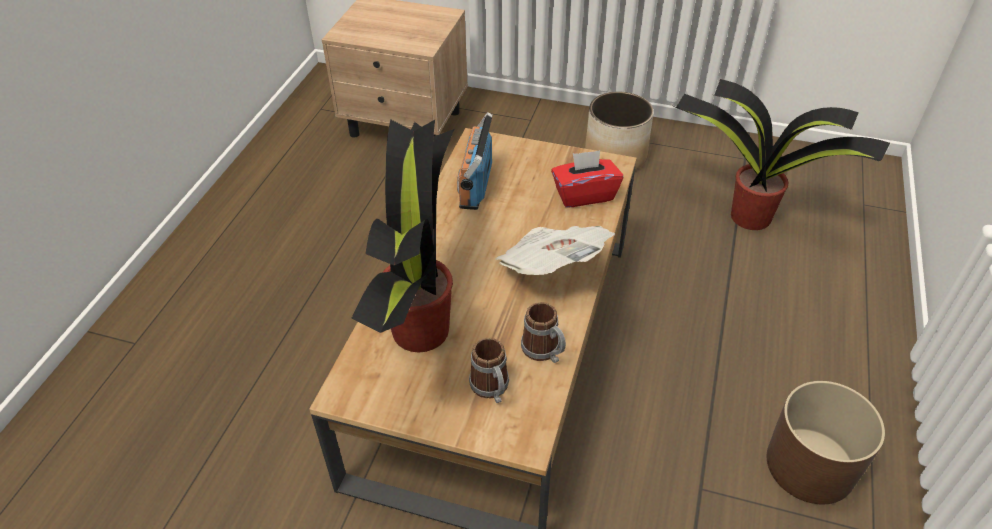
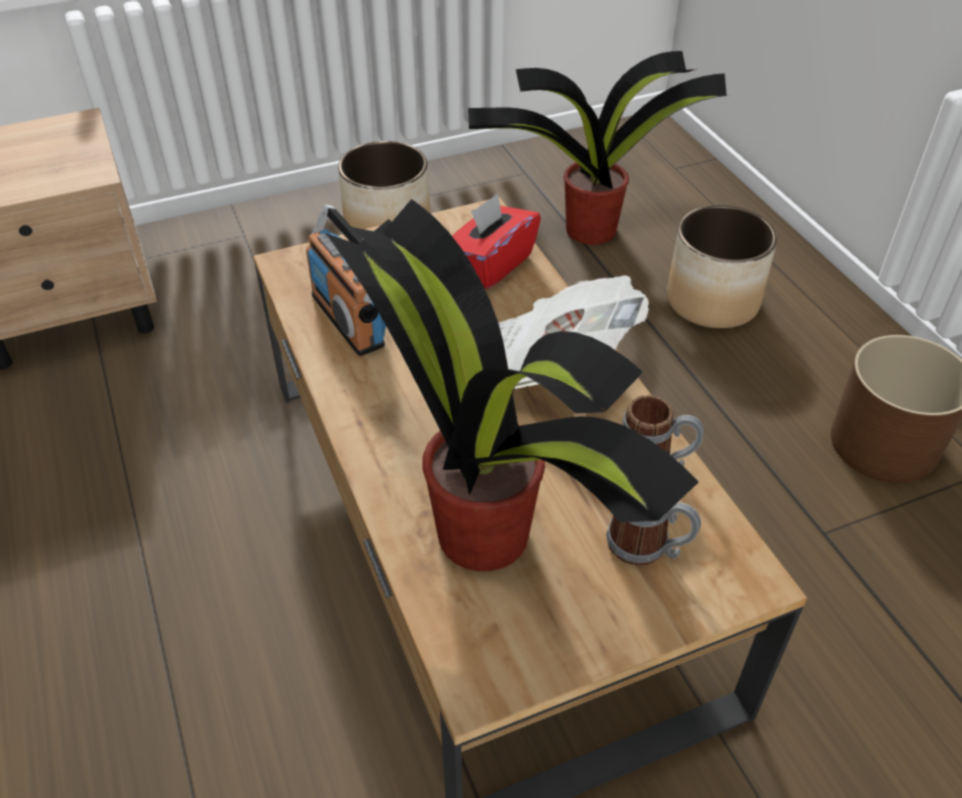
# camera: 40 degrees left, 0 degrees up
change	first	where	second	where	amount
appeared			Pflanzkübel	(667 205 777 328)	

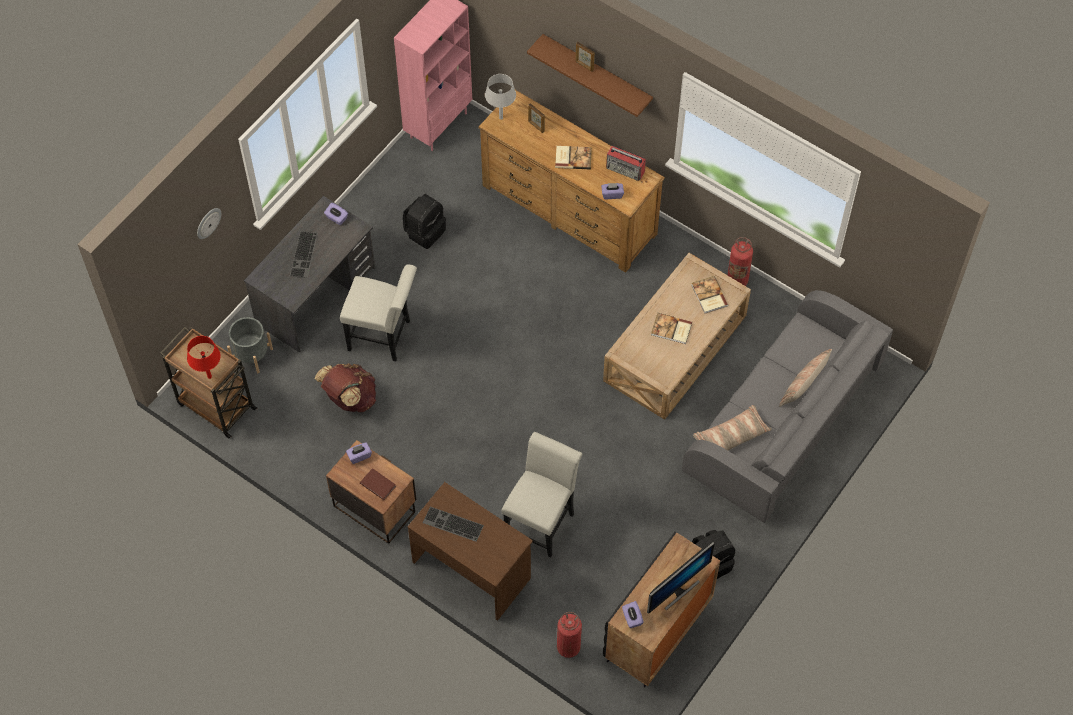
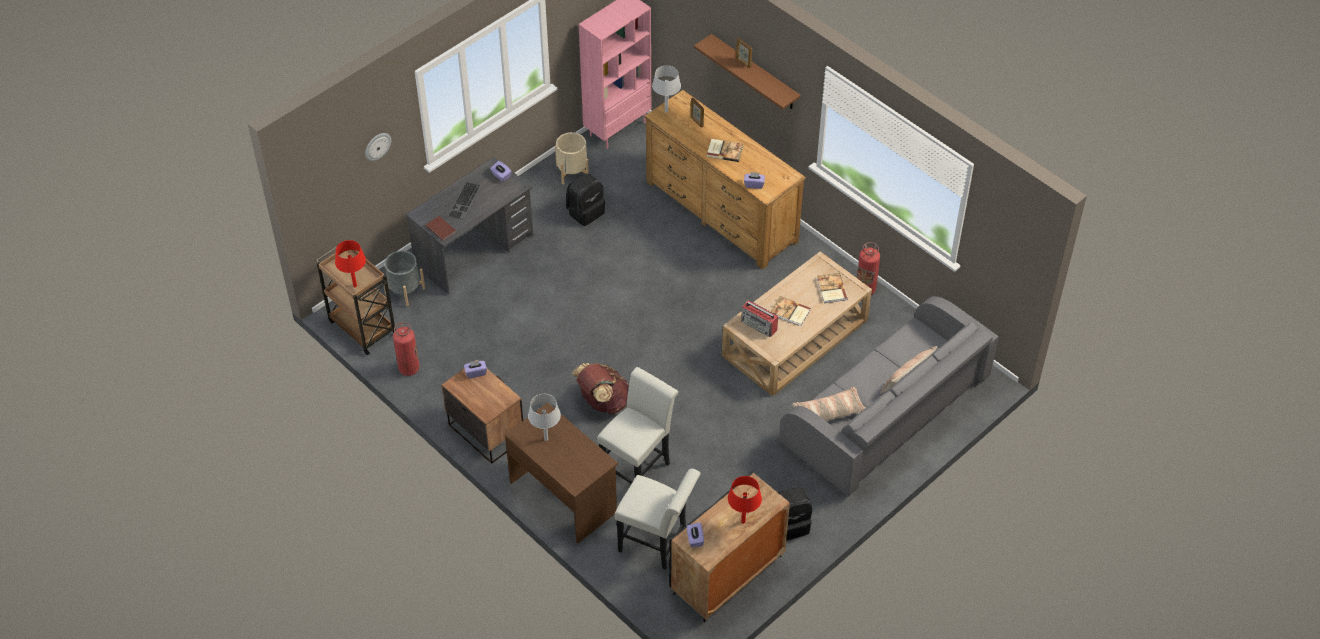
# camera: 10 degrees right, 10 degrees down
change	first	where	second	where	amount
relocated	Feuerlöscher	(557 612 582 658)		(393 322 419 376)	
relocated	Buch [braun]	(360 468 396 500)		(426 216 456 241)	
exchanged	Tastatur	(423 507 484 542)	Tischlampe [grau]	(528 394 561 441)	
appeared			Pflanzkübel [beige]	(555 132 589 184)	
relocated	Rucksack [braun]	(315 363 376 412)		(572 363 629 414)	
relocated	Stuhl [weiß]	(340 264 417 362)		(615 469 701 570)	
exchanged	Monitor	(647 542 715 614)	Tischlampe [rot]	(728 476 762 524)	
relocated	Radio	(606 146 646 181)		(741 300 778 337)	

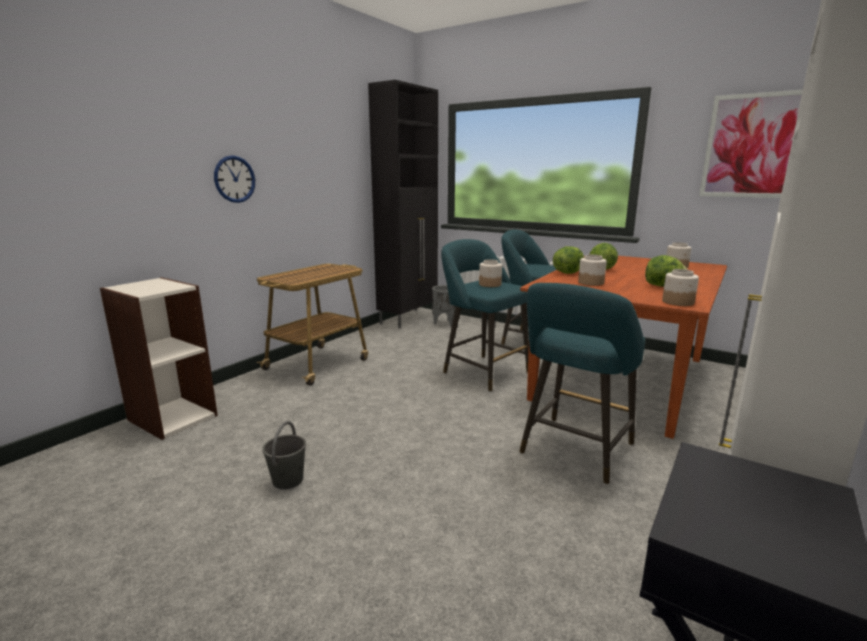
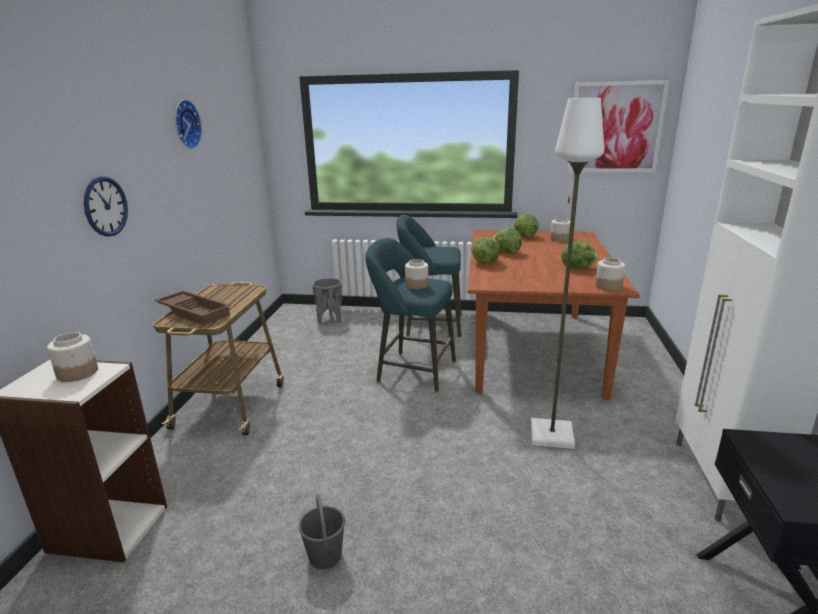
# camera: 25 degrees left, 5 degrees up
change	first	where	second	where	amount
relocated	Vorratsglas	(578 255 607 286)		(47 332 98 382)	
appeared			Tablett [braun]	(155 290 231 325)	
appeared			Wanduhr	(175 99 202 150)	
appeared			Salatkopf	(514 214 539 237)	
exchanged	Hocker [türkis]	(519 283 645 484)	Stehlampe [weiß]	(531 98 604 449)	
missing	Schrank [schwarz]	(368 80 438 329)			

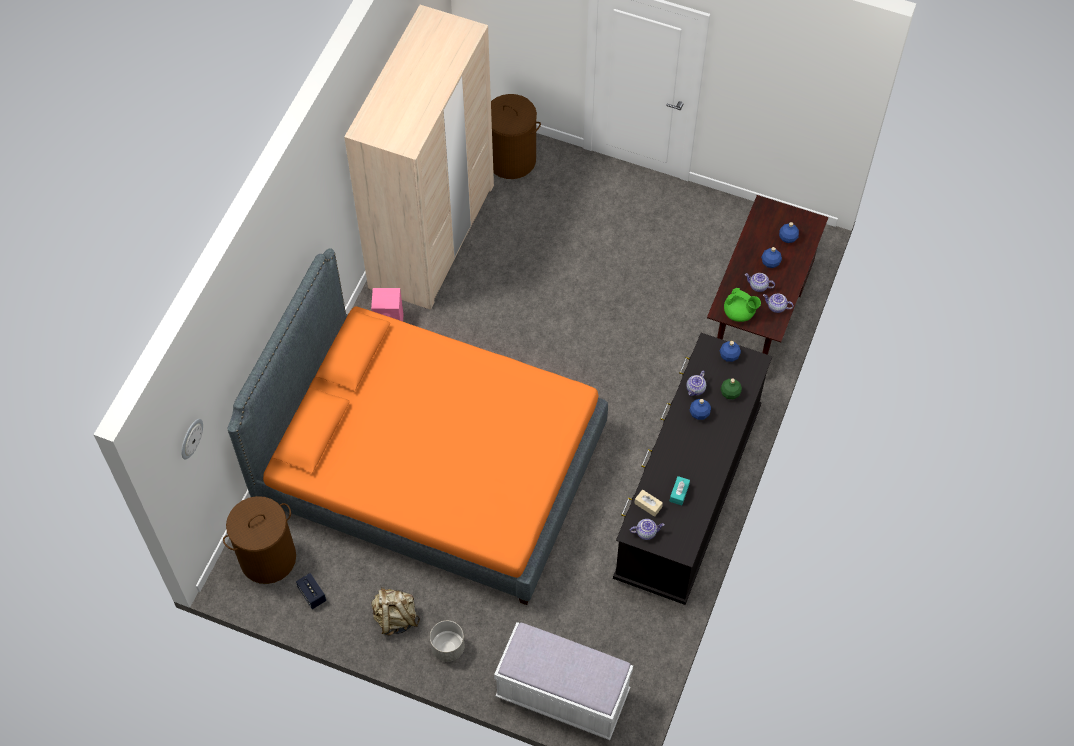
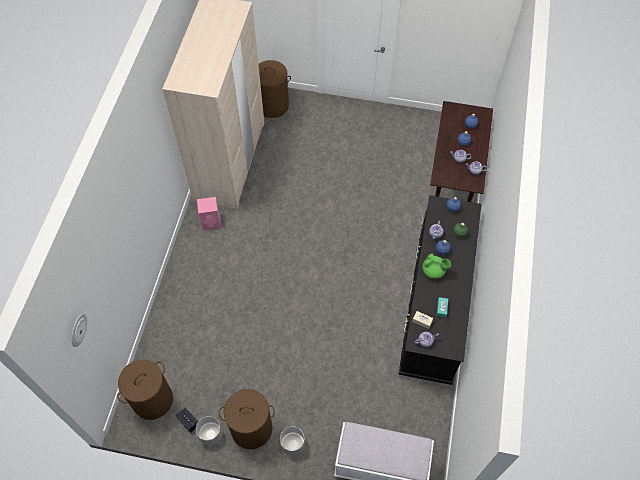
# camera: 10 degrees left, 0 degrees up
change	first	where	second	where	amount
appeared			Pflanzkübel [grau]	(196 416 222 445)	
exchanged	Rucksack [beige]	(372 587 420 636)	Wäschekorb [braun]	(219 389 275 449)	
relocated	Teekanne [grün]	(724 288 761 322)		(422 254 451 279)	
missing	Bett [orange]	(227 248 608 605)			

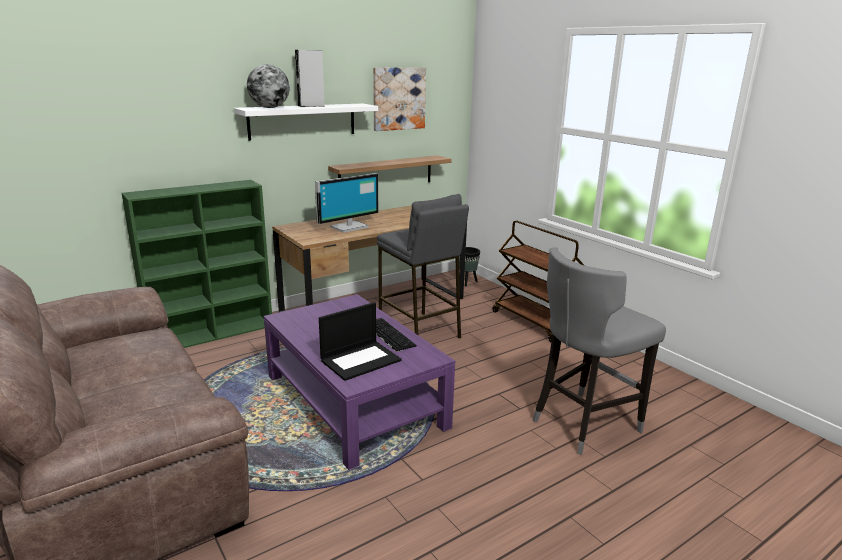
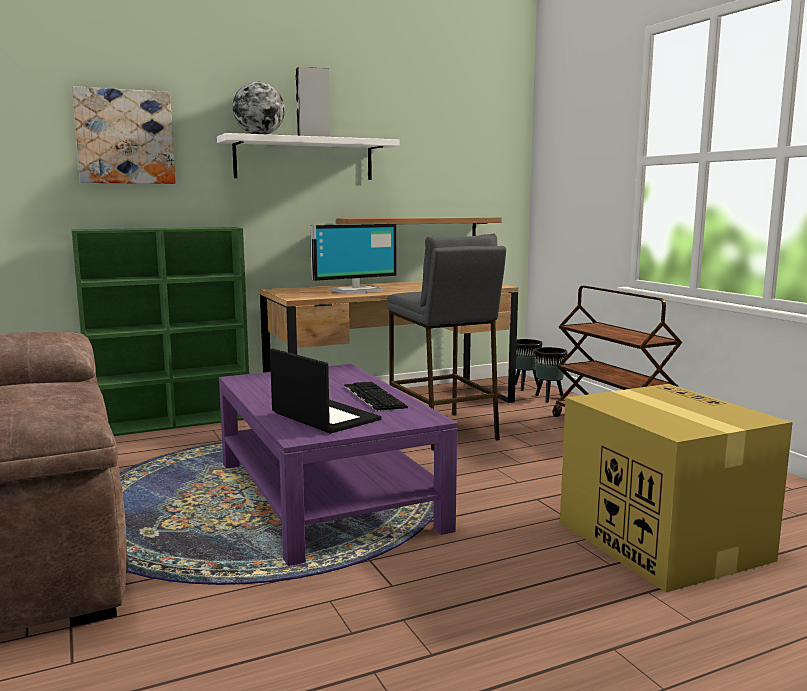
# camera: 10 degrees right, 10 degrees down
change	first	where	second	where	amount
relocated	Bild	(373 67 426 131)		(72 86 175 184)	
spun	Laptop	(319 302 401 381)		(270 349 381 434)	105 degrees counterclockwise
appeared			Pflanzkübel [schwarz]	(534 347 568 403)	
exchanged	Hocker [grau]	(532 247 666 455)	Karton	(560 384 793 592)	

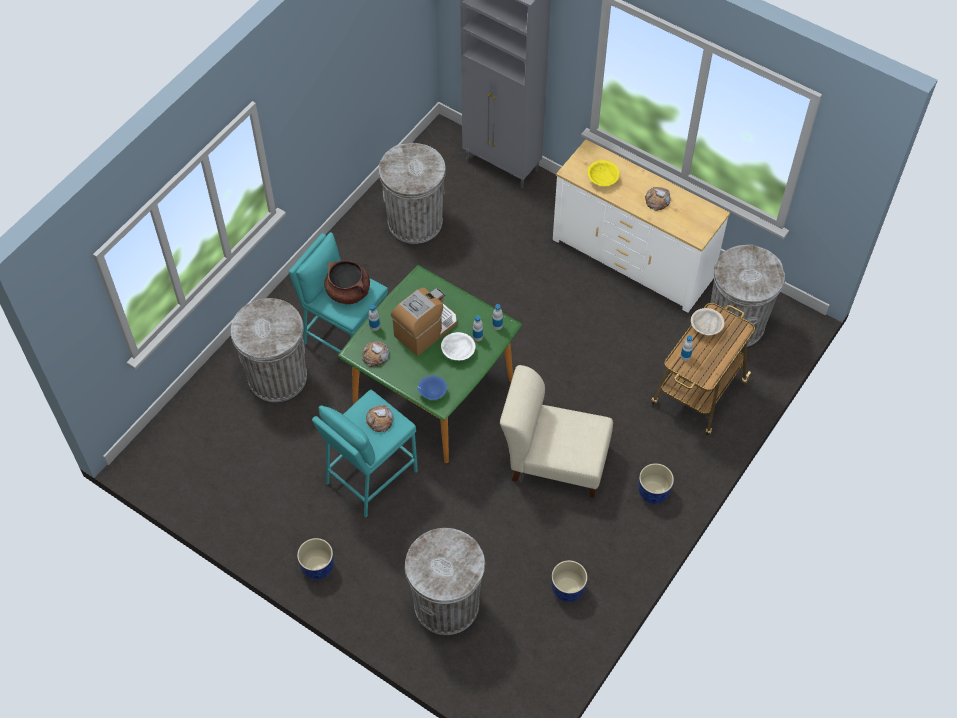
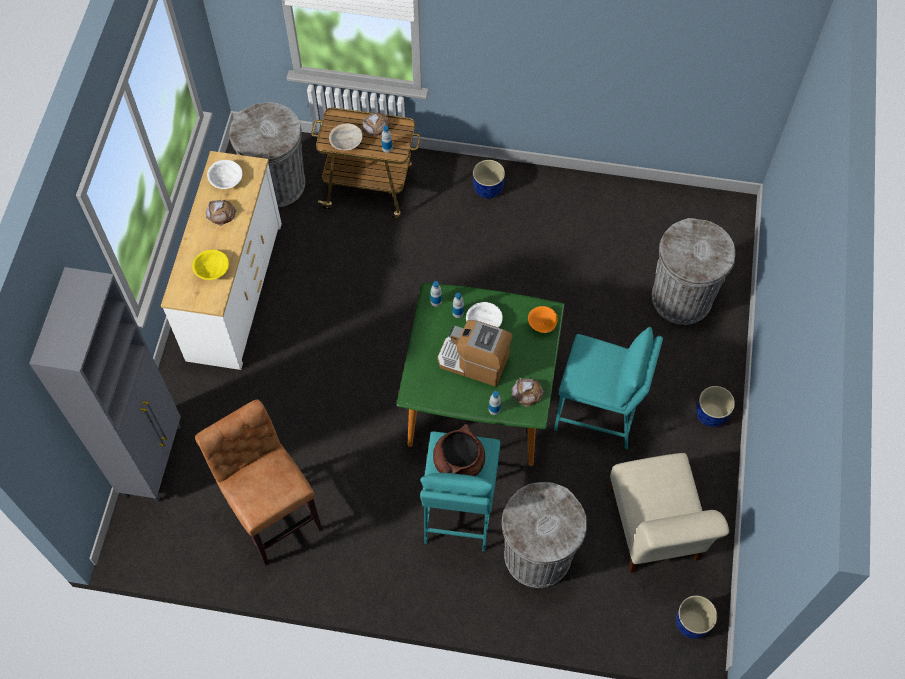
# camera: 115 degrees left, 5 degrees up
change	first	where	second	where	amount
exchanged	Mülleimer [grau]	(378 143 446 244)	Hocker [braun]	(195 399 323 566)	
appeared			Schüssel [weiß]	(207 160 243 189)	
relocated	Brot	(366 405 394 432)		(363 112 390 136)	
colour	Schüssel [blau]	(418 375 447 400)	Schüssel [orange]	(528 306 558 333)	
relocated	Stuhl [beige]	(500 365 613 498)		(610 453 729 573)	
relocated	Pflanzkübel [blau]	(551 560 588 602)		(676 595 717 639)	

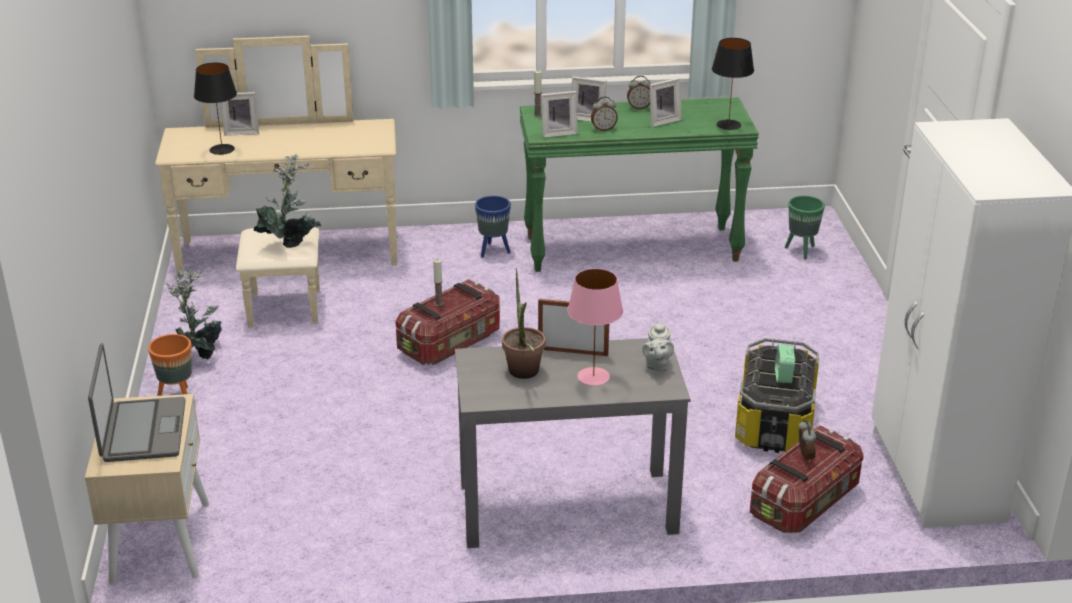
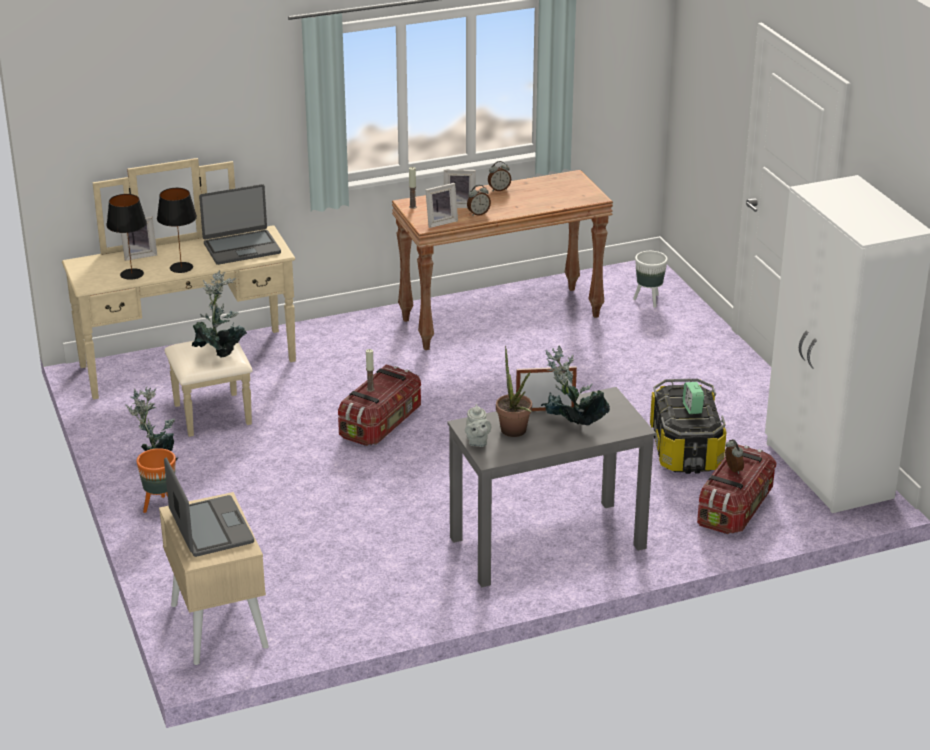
# camera: 15 degrees left, 0 degrees up
change	first	where	second	where	amount
relocated	Tischlampe [schwarz]	(712 38 754 130)		(157 188 197 273)	
appeared			Laptop	(199 184 281 265)	
colour	Konsolentisch [grün]	(520 97 759 272)	Konsolentisch [braun]	(392 170 613 350)	
relocated	Teekanne [grau]	(642 321 674 372)		(465 404 491 447)	
exchanged	Tischlampe [rosa]	(567 268 623 386)	Topfpflanze	(541 346 610 425)	
colour	Pflanzkübel [grün]	(785 196 825 260)	Pflanzkübel [weiß]	(633 251 668 308)	
missing	Pflanzkübel [blau]	(475 196 511 257)			
missing	Bilderrahmen	(649 78 682 127)			

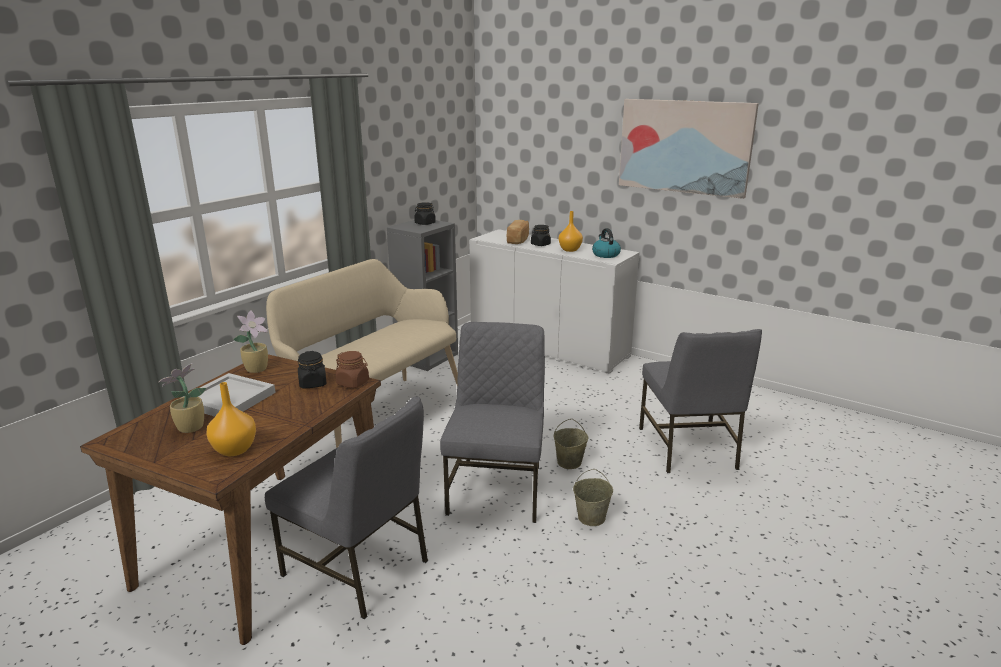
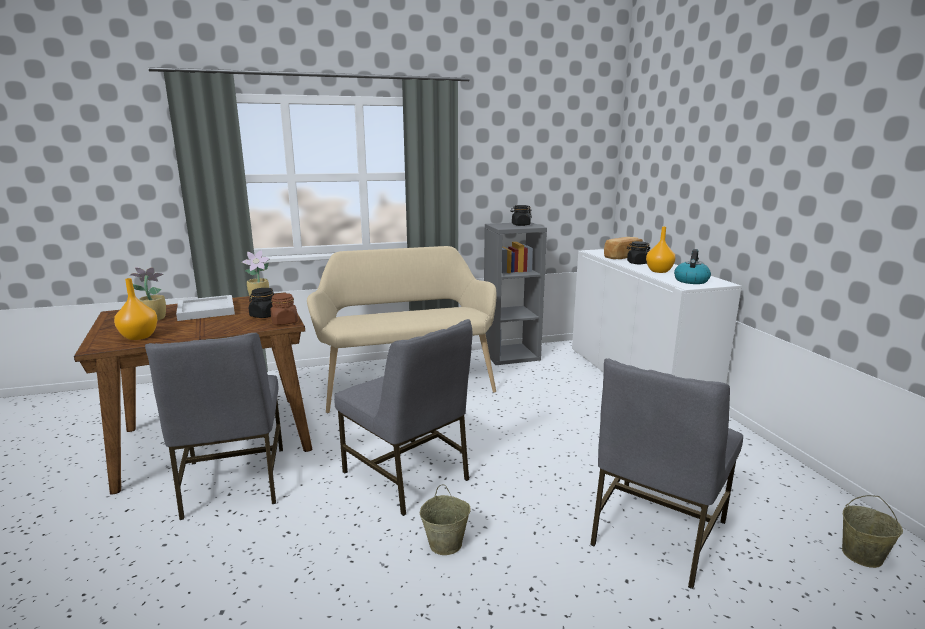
# camera: 40 degrees right, 5 degrees down
change	first	where	second	where	amount
spun	Stuhl [grau]	(440 322 545 523)		(334 319 472 516)	90 degrees clockwise
relocated	Eimer [beige]	(554 419 588 469)		(842 495 903 568)	
missing	Bild	(619 99 759 199)			

